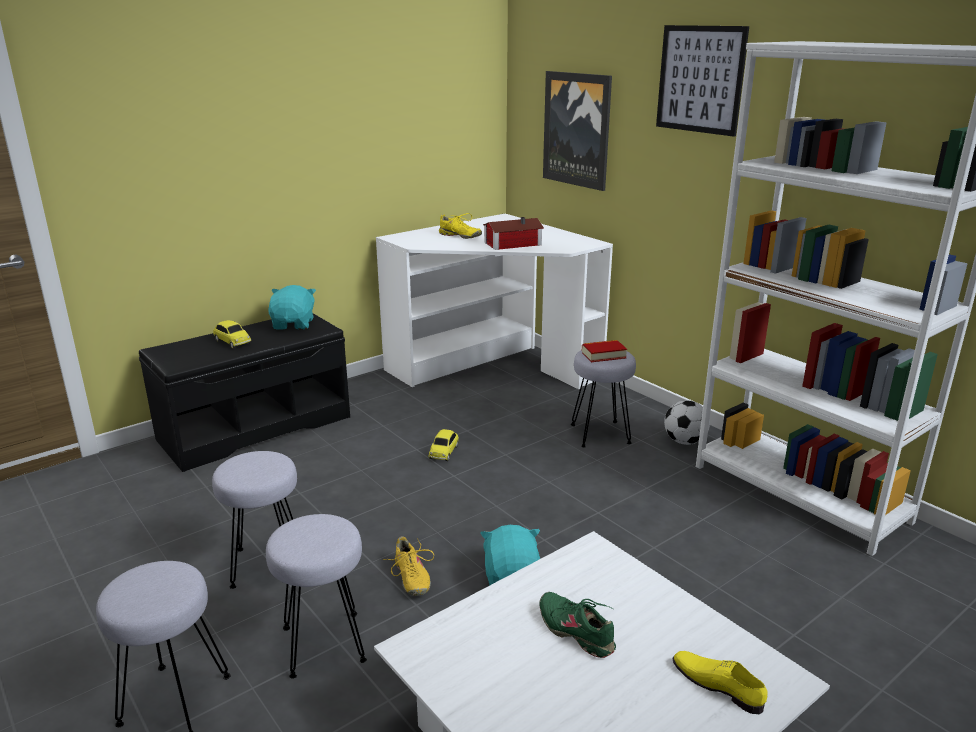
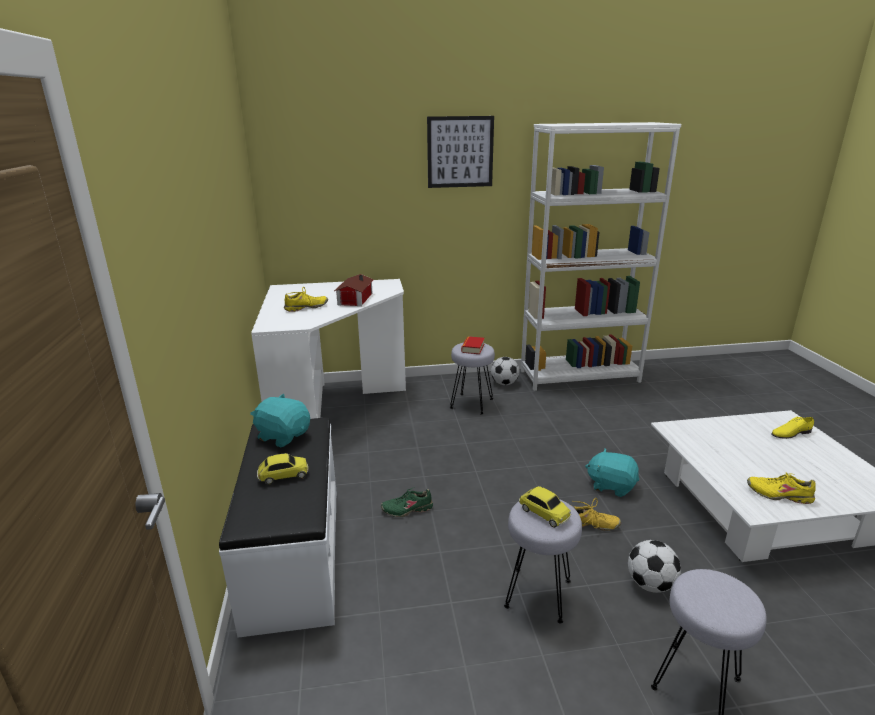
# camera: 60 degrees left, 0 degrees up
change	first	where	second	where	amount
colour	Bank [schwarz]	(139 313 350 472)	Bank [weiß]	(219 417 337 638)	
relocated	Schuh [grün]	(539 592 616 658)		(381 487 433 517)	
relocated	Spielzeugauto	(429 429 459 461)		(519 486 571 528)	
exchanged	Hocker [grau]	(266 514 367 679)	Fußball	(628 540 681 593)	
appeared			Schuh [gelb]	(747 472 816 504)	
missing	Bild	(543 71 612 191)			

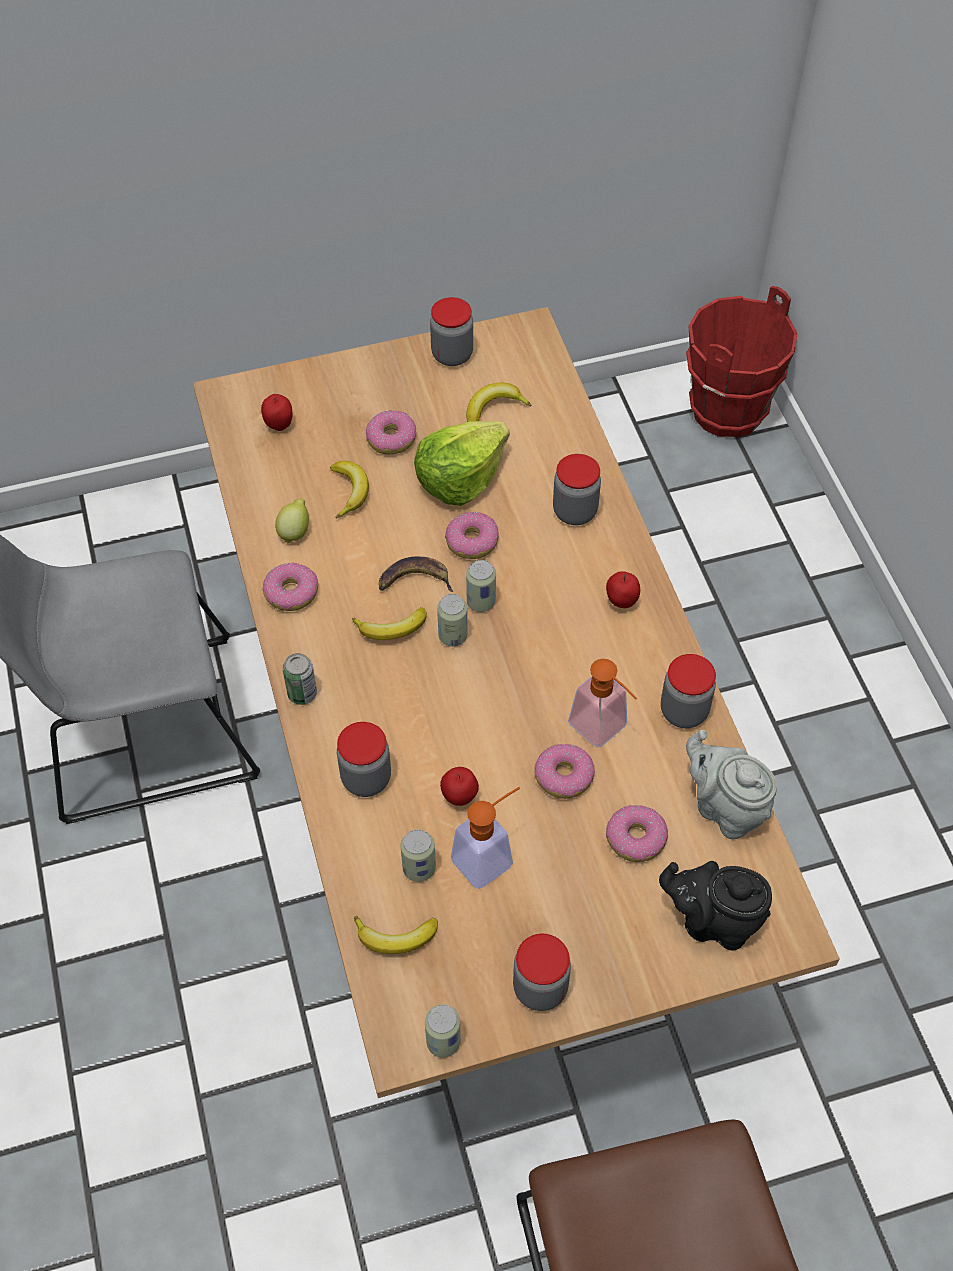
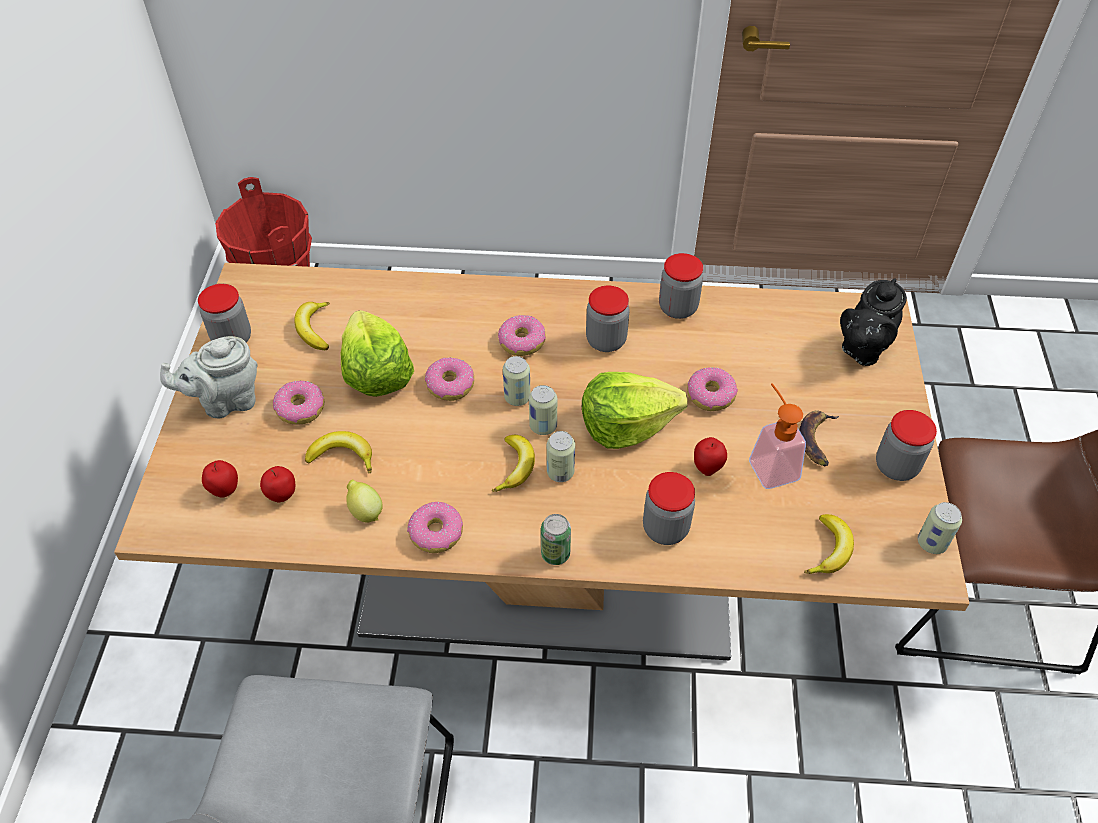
# camera: 70 degrees left, 5 degrees down
change	first	where	second	where	amount
relocated	Teekanne [grau]	(686 730 777 839)		(160 336 258 418)	
relocated	Apfel	(606 571 640 608)		(260 466 295 502)	
relocated	Donut	(606 805 668 862)		(498 315 546 356)	
relocated	Dose	(401 829 436 882)		(547 431 575 482)	
appeared			Salatkopf	(582 372 688 449)	
relocated	Vorratsglas	(553 454 601 525)		(586 286 630 352)	
relocated	Banane	(379 557 453 592)		(799 410 839 466)	
missing	Seifenspender	(568 659 638 748)			

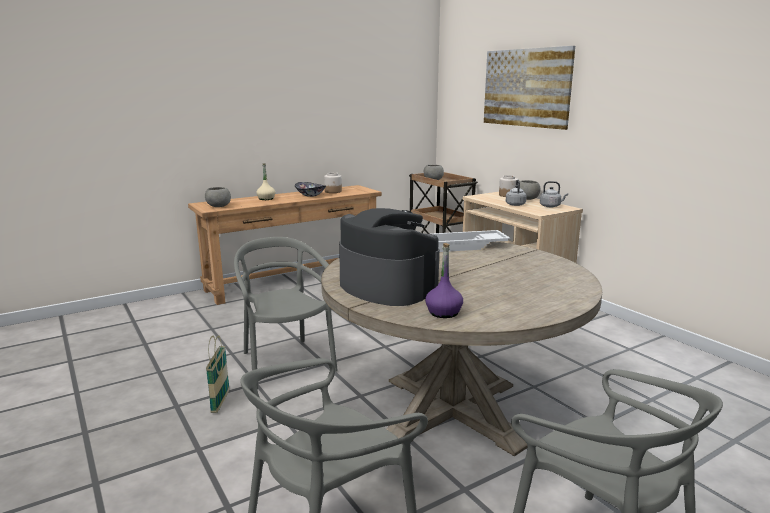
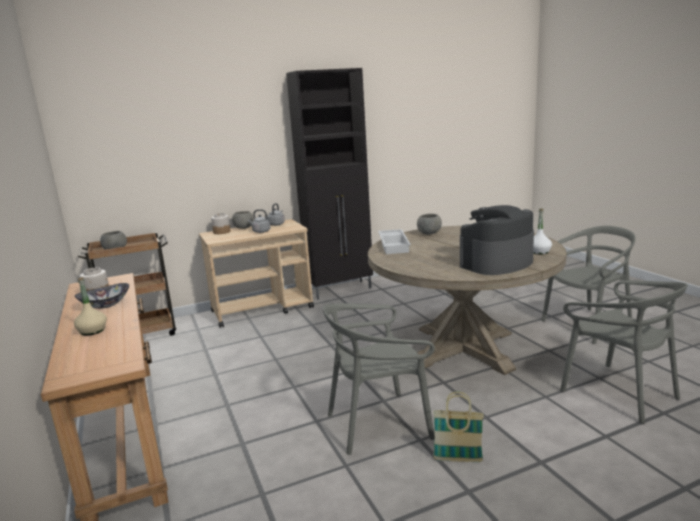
# camera: 80 degrees left, 0 degrees up
change	first	where	second	where	amount
appeared			Schrank [schwarz]	(286 68 373 300)	
relocated	Schüssel [grau]	(205 187 231 207)		(417 214 442 235)	
colour	Flasche [lila]	(425 243 463 318)	Flasche [weiß]	(533 209 552 255)	
missing	Bild	(484 46 575 130)			

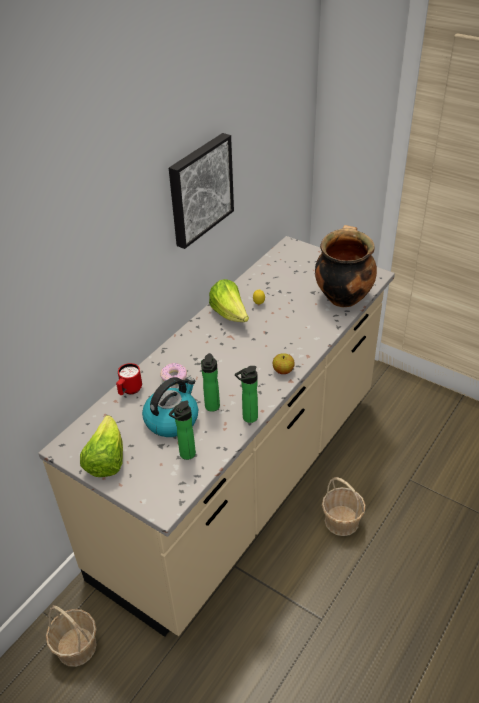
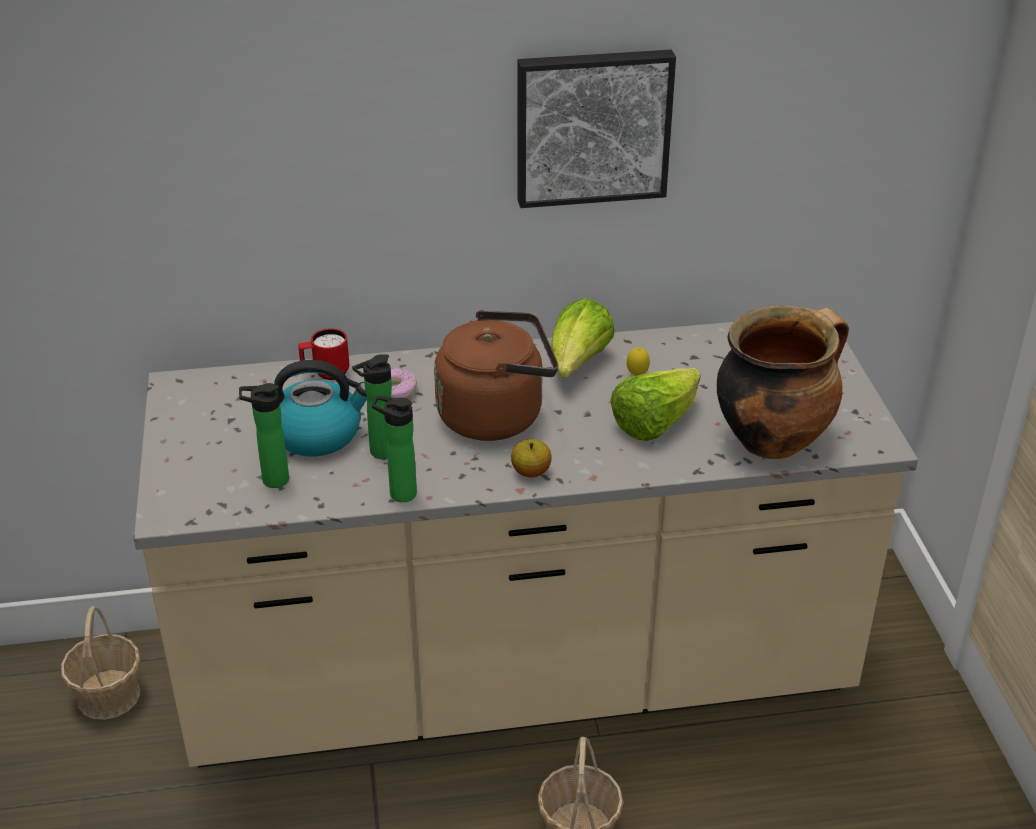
# camera: 45 degrees right, 5 degrees down
change	first	where	second	where	amount
appeared			Wasserkessel [braun]	(434 310 558 441)	
relocated	Salatkopf	(80 415 123 477)		(610 368 701 441)	

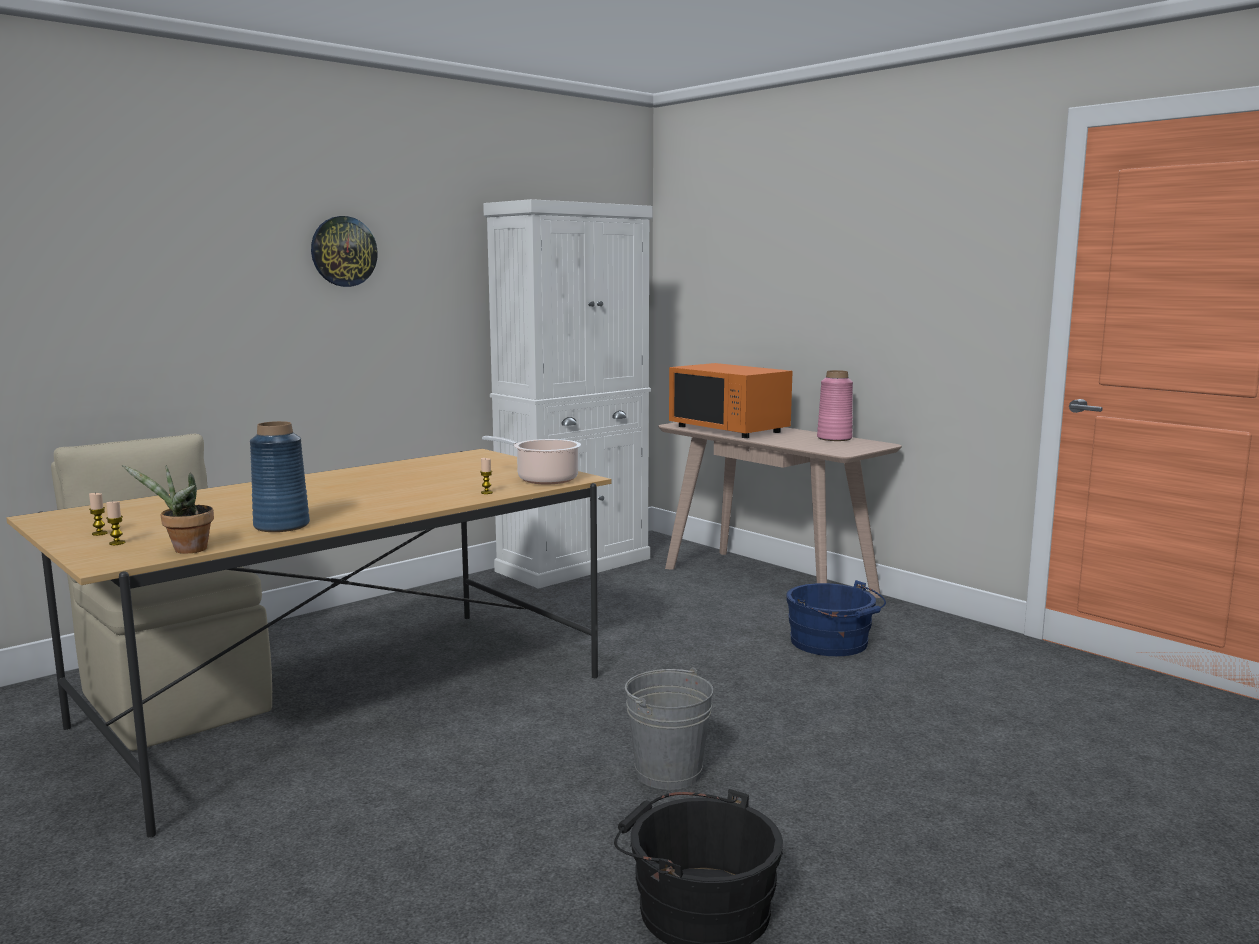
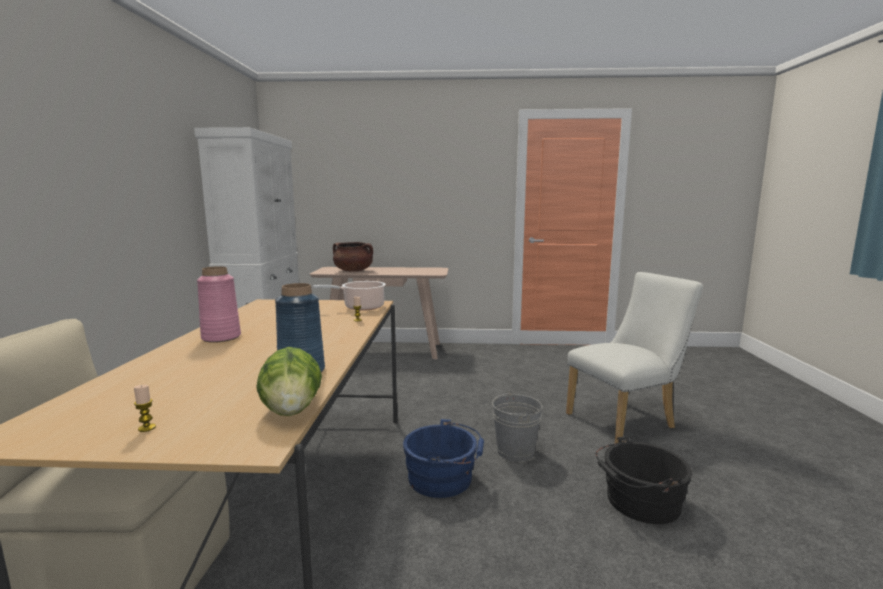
# camera: 45 degrees left, 0 degrees up
change	first	where	second	where	amount
relocated	Vase [rosa]	(817 370 853 441)		(197 266 241 343)	
exchanged	Topfpflanze	(122 465 214 554)	Salatkopf	(256 347 322 416)	
exchanged	Mikrowelle [orange]	(669 363 793 438)	Kochtopf [braun]	(333 242 373 272)	
relocated	Eimer [blau]	(786 580 886 656)		(403 419 484 498)	
appeared			Stuhl [weiß]	(566 272 703 443)	
missing	Kerze	(106 501 125 545)			
missing	Wanduhr	(311 216 378 287)			

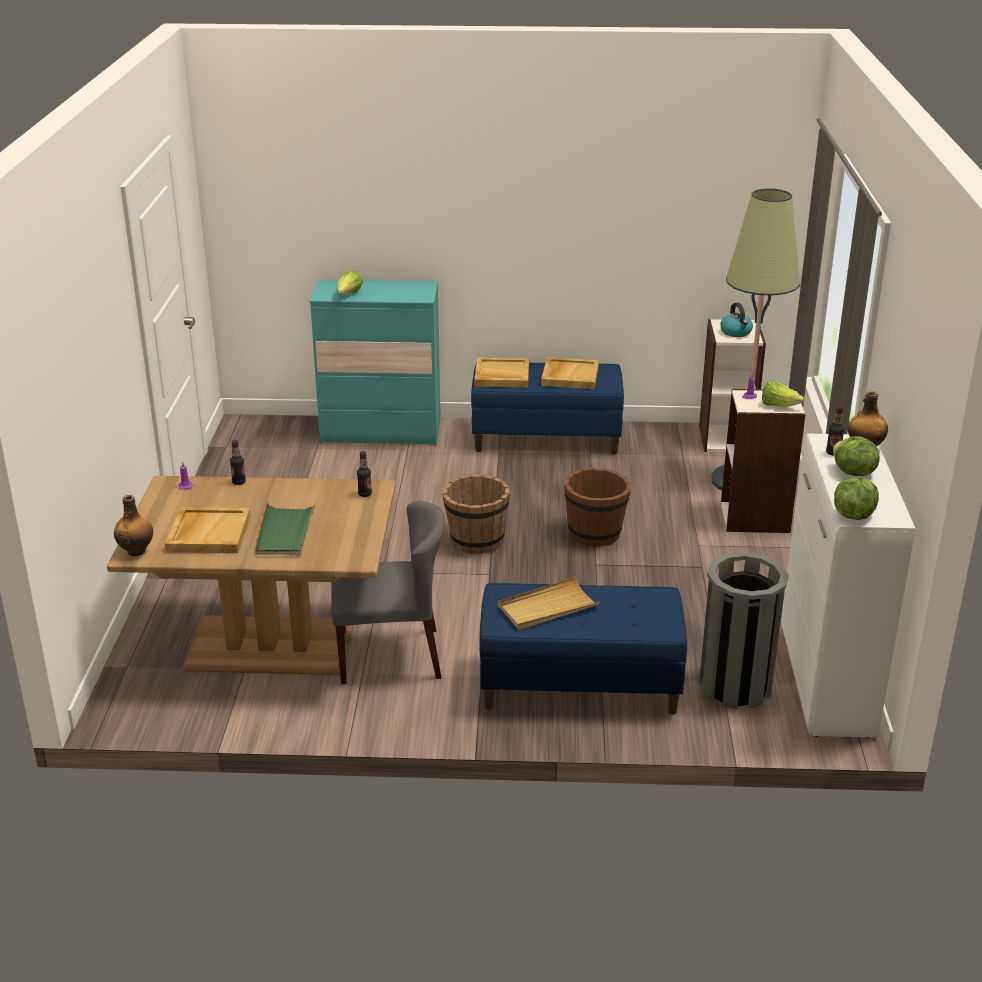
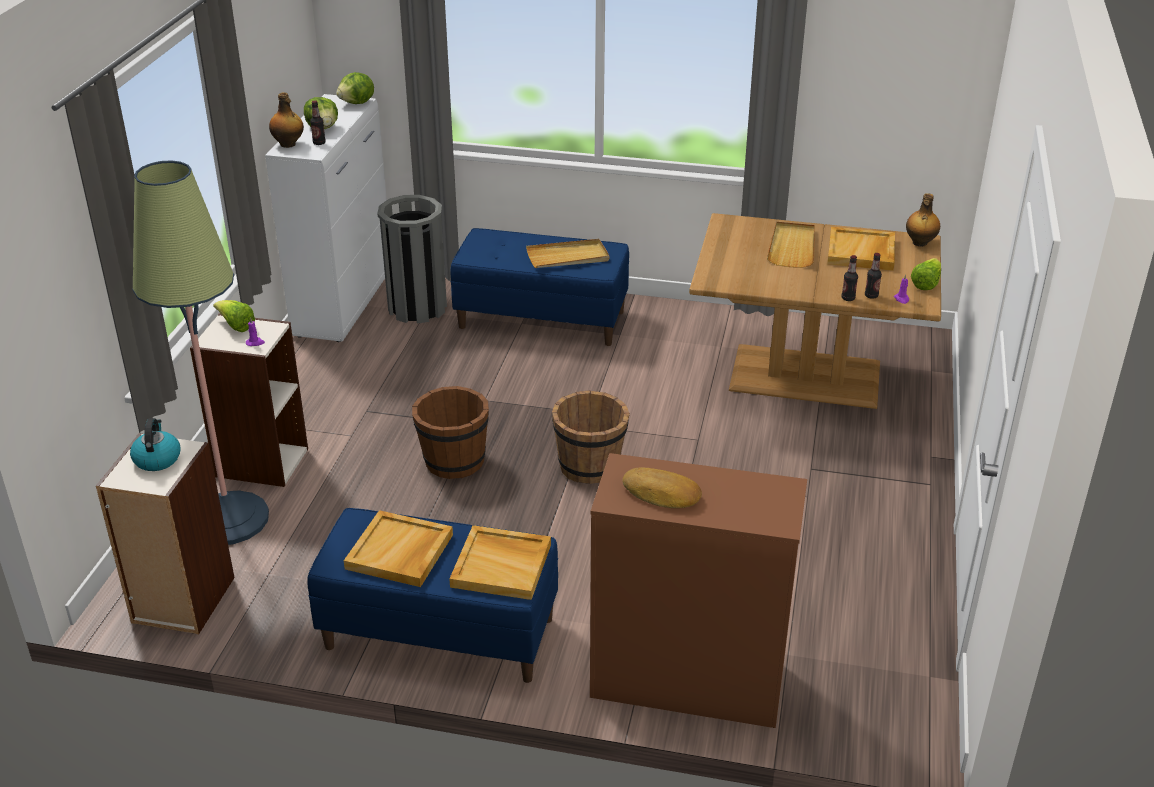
# camera: 170 degrees left, 5 degrees up
change	first	where	second	where	amount
colour	Kommode [türkis]	(310 280 441 446)	Kommode [braun]	(590 453 807 728)	
appeared			Brot	(623 467 702 508)	
colour	Tablett [grün]	(255 502 316 555)	Tablett [beige]	(767 222 815 268)	
relocated	Flasche	(357 451 372 497)		(865 253 882 299)	
relocated	Salatkopf	(337 270 363 295)		(911 258 941 290)	
missing	Stuhl [grau]	(331 501 446 684)			

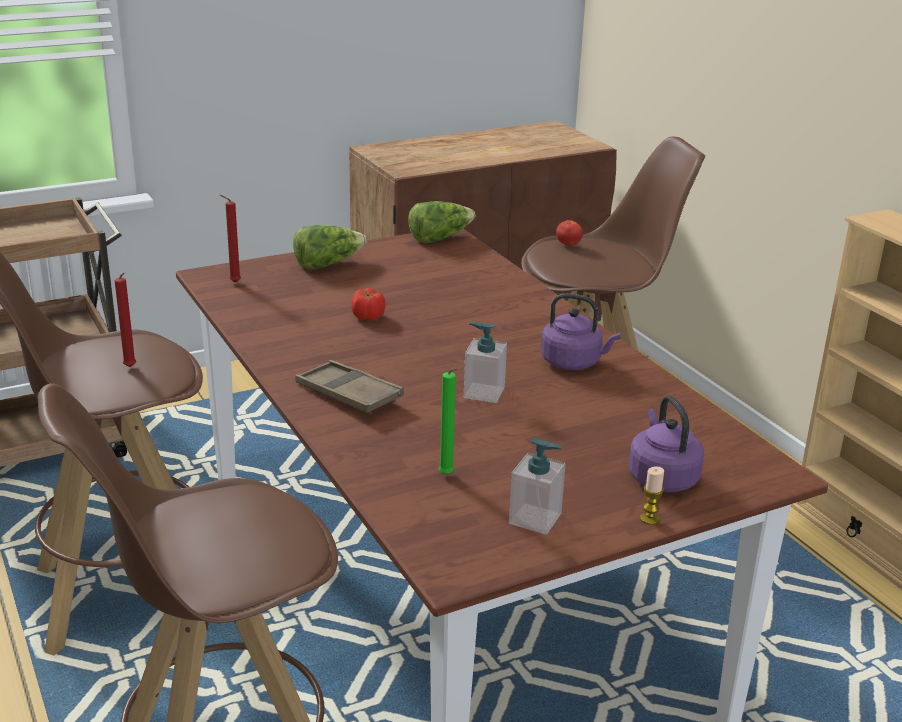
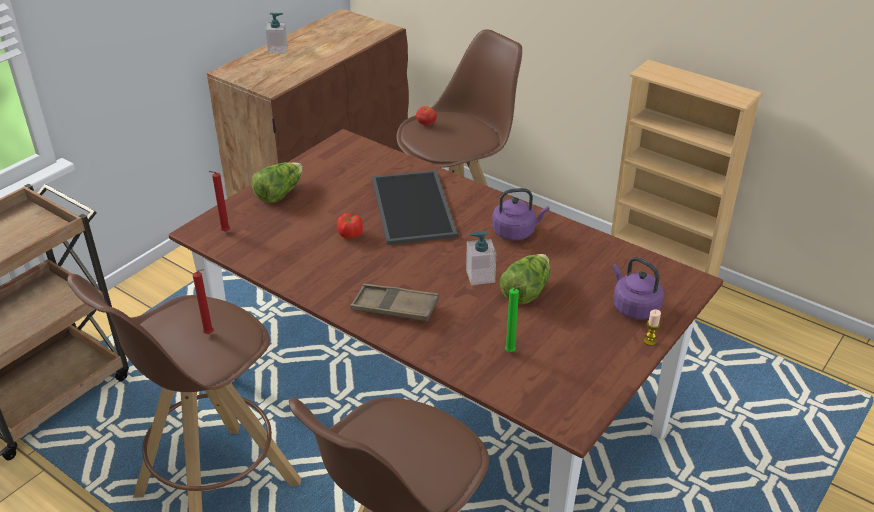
# camera: 25 degrees left, 10 degrees up
change	first	where	second	where	amount
relocated	Seifenspender	(509 438 565 535)		(265 13 288 54)	
appeared			Tablett	(372 170 458 245)	
relocated	Salatkopf	(408 201 475 243)		(500 254 550 304)	

